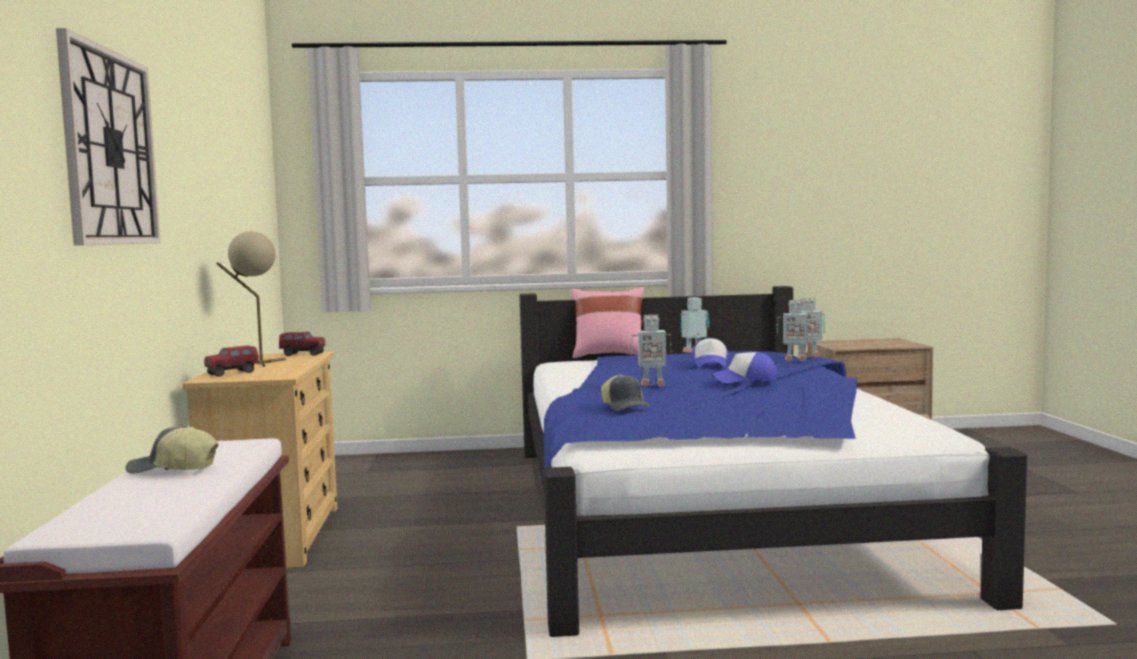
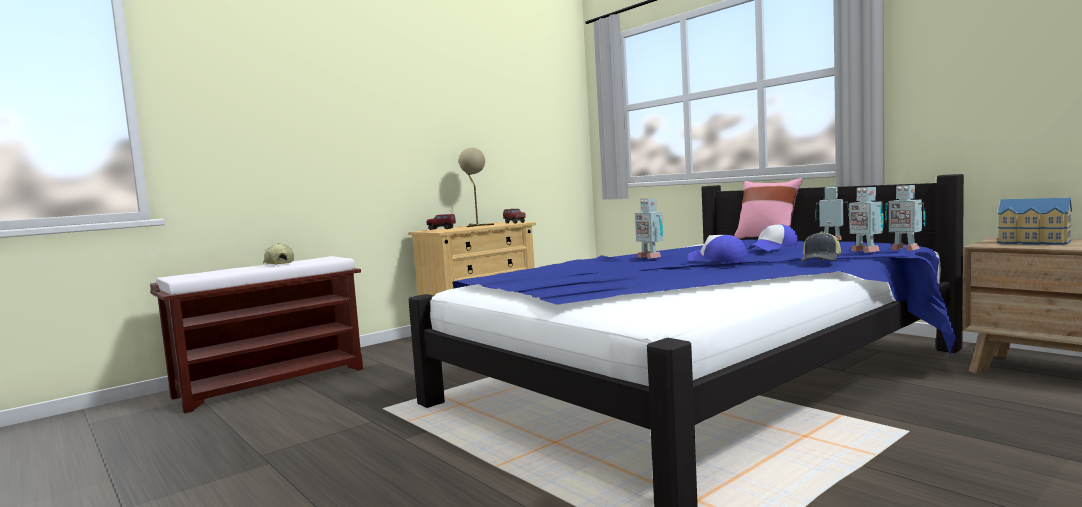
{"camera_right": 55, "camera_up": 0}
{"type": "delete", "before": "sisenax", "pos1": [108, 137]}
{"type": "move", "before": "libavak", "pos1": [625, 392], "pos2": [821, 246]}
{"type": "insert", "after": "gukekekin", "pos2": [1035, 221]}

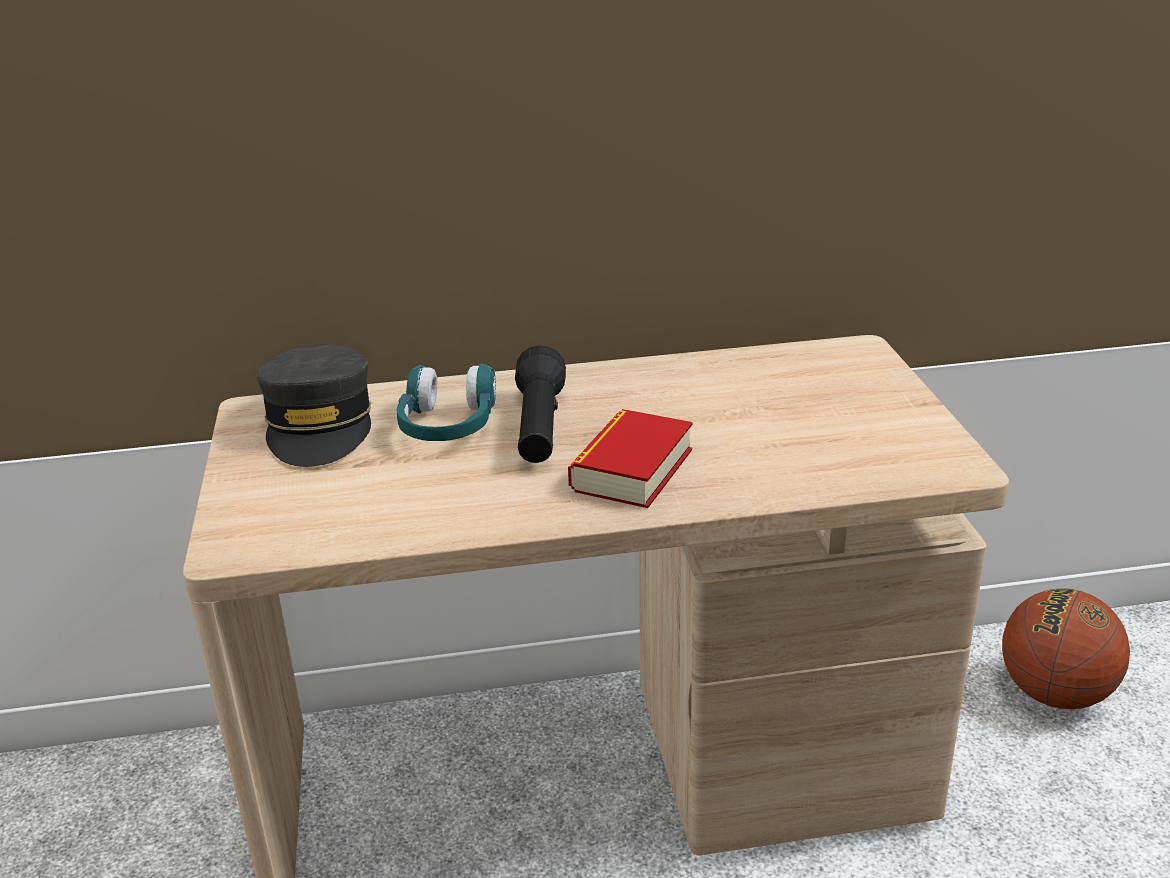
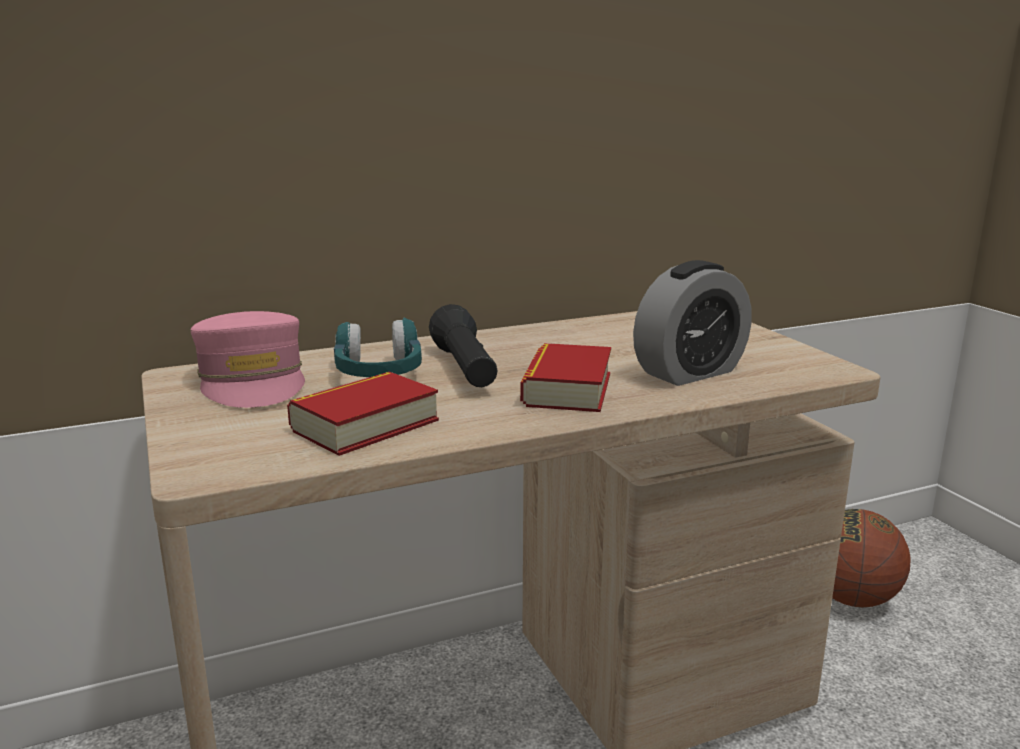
{"camera_right": -15, "camera_up": -10}
{"type": "recolor", "before": "grey libavak", "after": "pink libavak", "pos1": [314, 405], "pos2": [248, 359]}
{"type": "insert", "after": "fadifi", "pos2": [692, 323]}
{"type": "insert", "after": "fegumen", "pos2": [363, 414]}

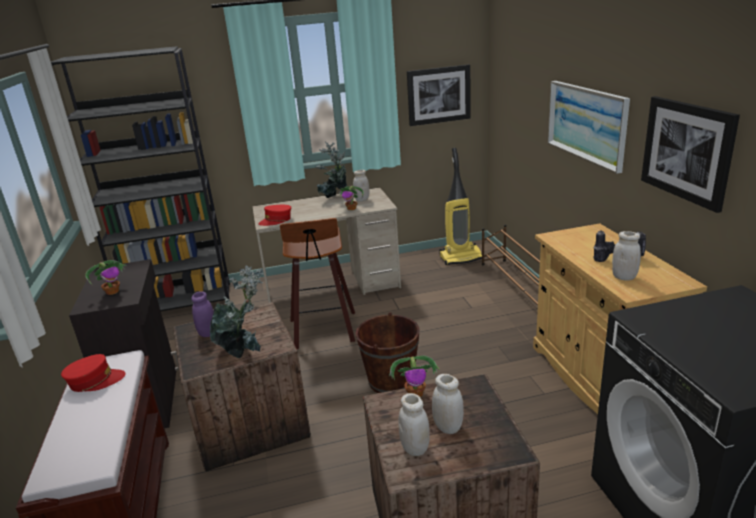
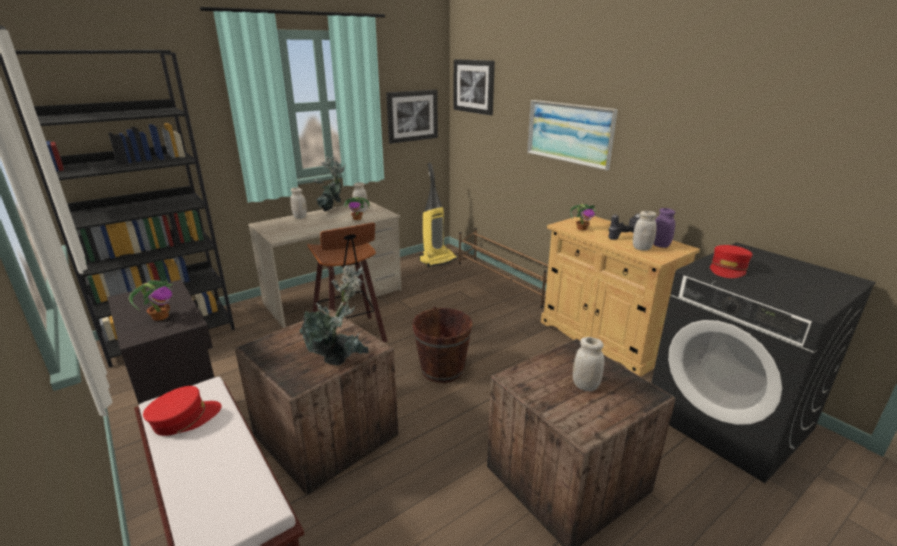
{"camera_right": -25, "camera_up": 0}
{"type": "move", "before": "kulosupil", "pos1": [690, 154], "pos2": [474, 87]}
{"type": "move", "before": "red libavak", "pos1": [274, 215], "pos2": [731, 261]}
{"type": "move", "before": "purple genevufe", "pos1": [202, 314], "pos2": [664, 228]}
{"type": "move", "before": "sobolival", "pos1": [414, 376], "pos2": [583, 217]}
{"type": "move", "before": "white genevufe", "pos1": [414, 424], "pos2": [298, 203]}

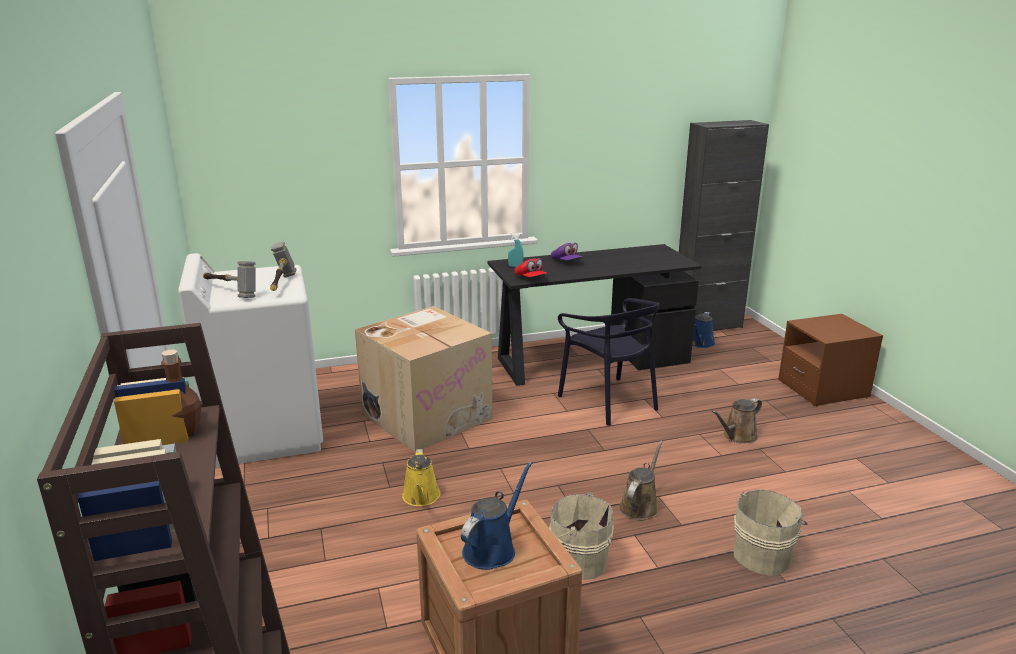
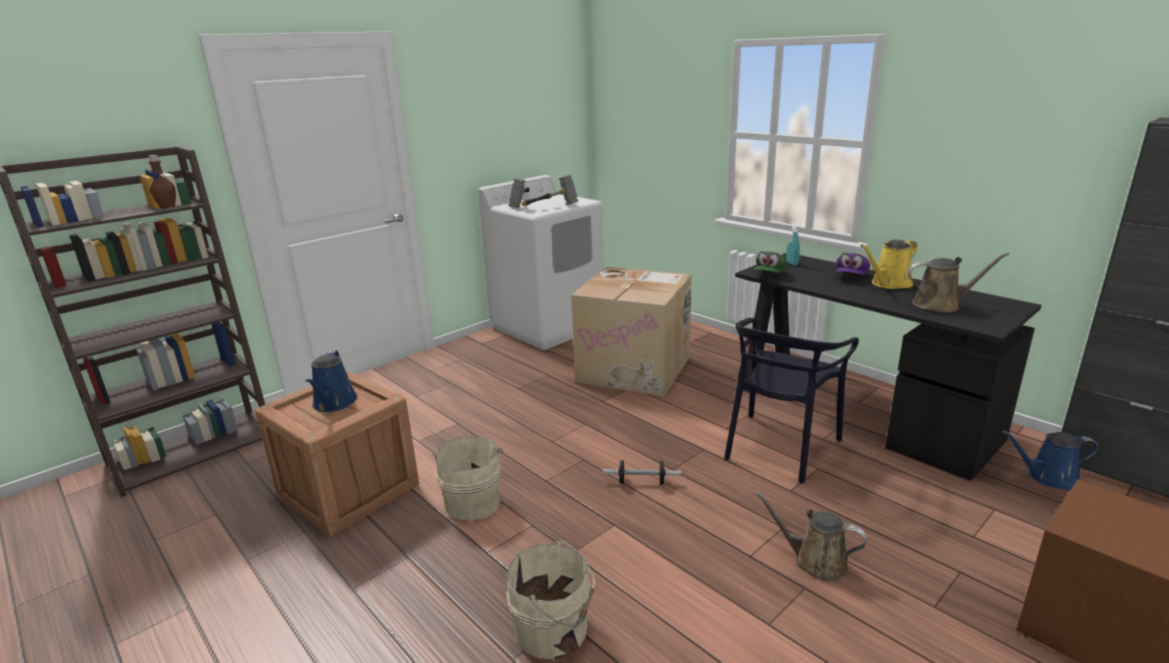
{"camera_right": 65, "camera_up": 0}
{"type": "recolor", "before": "red libavak", "after": "green libavak", "pos1": [531, 267], "pos2": [771, 262]}
{"type": "move", "before": "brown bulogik", "pos1": [641, 480], "pos2": [958, 282]}
{"type": "move", "before": "yellow bulogik", "pos1": [421, 477], "pos2": [888, 264]}
{"type": "rotate", "before": "blue bulogik", "pos1": [497, 515], "pos2": [331, 381], "turn": 75}
{"type": "insert", "after": "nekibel", "pos2": [642, 472]}

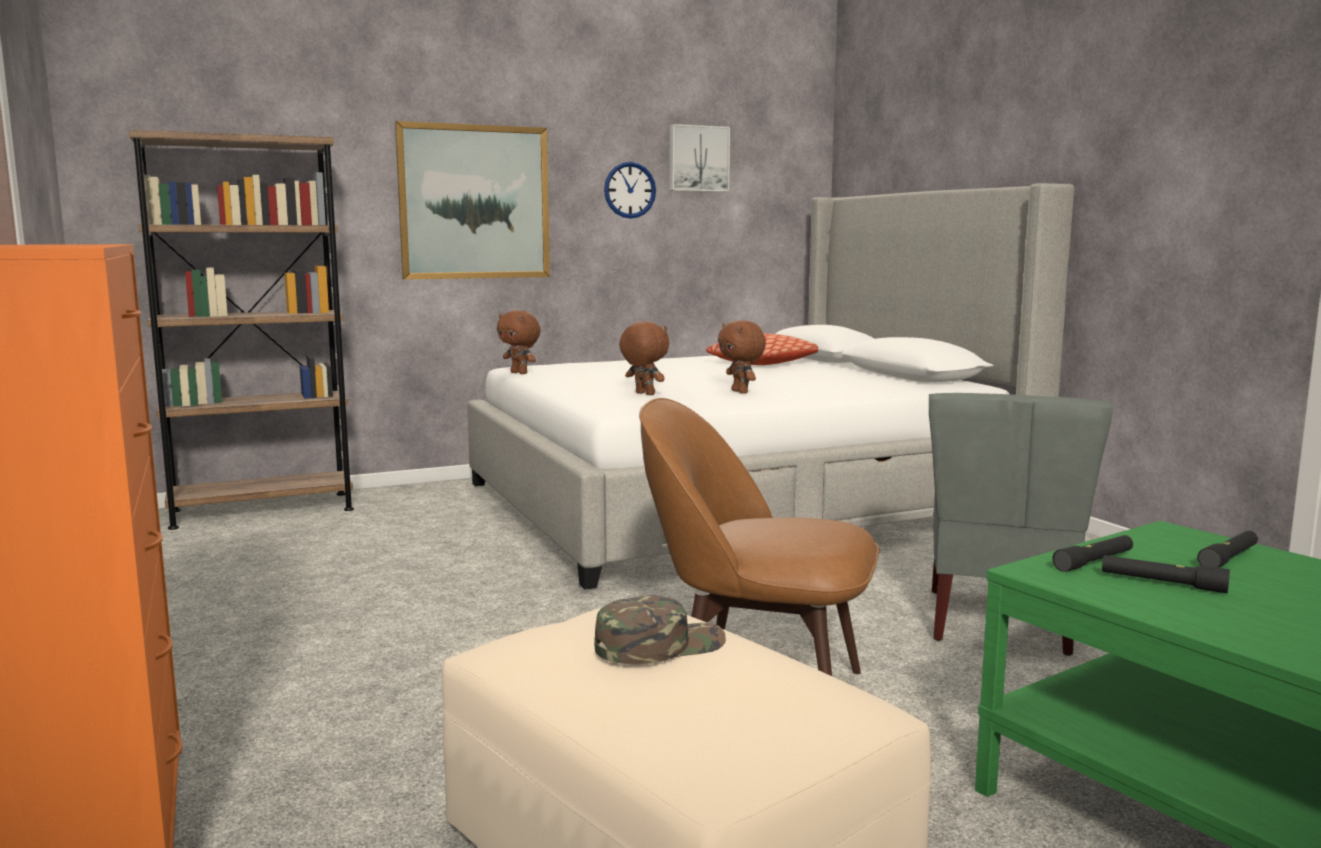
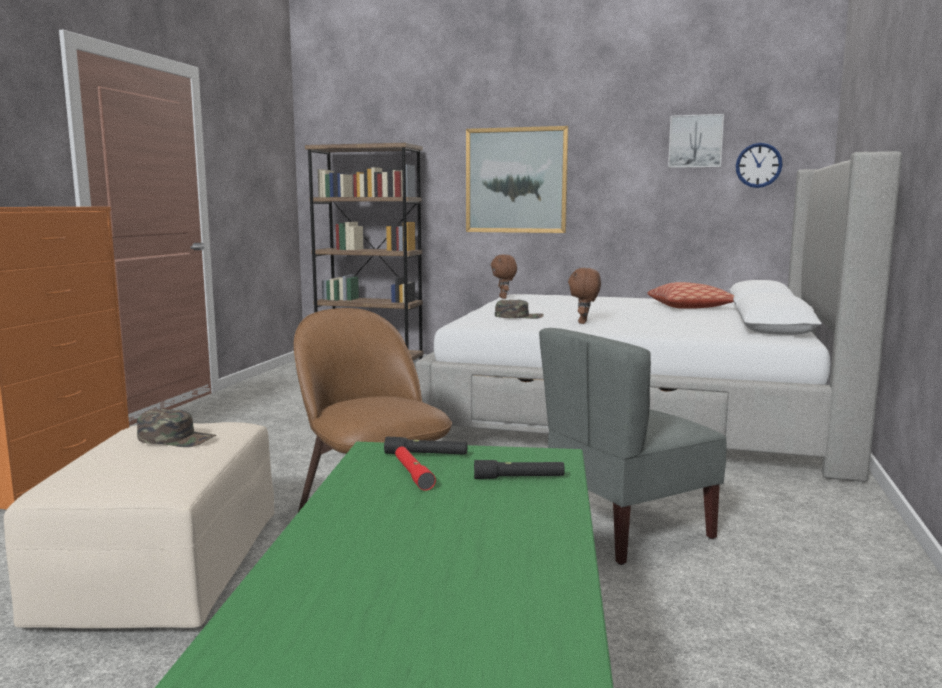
{"camera_right": 40, "camera_up": 0}
{"type": "move", "before": "sisenax", "pos1": [630, 190], "pos2": [759, 165]}
{"type": "replace", "before": "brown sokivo", "after": "green libavak", "pos1": [644, 358], "pos2": [519, 309]}
{"type": "recolor", "before": "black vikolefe", "after": "red vikolefe", "pos1": [1166, 574], "pos2": [415, 469]}

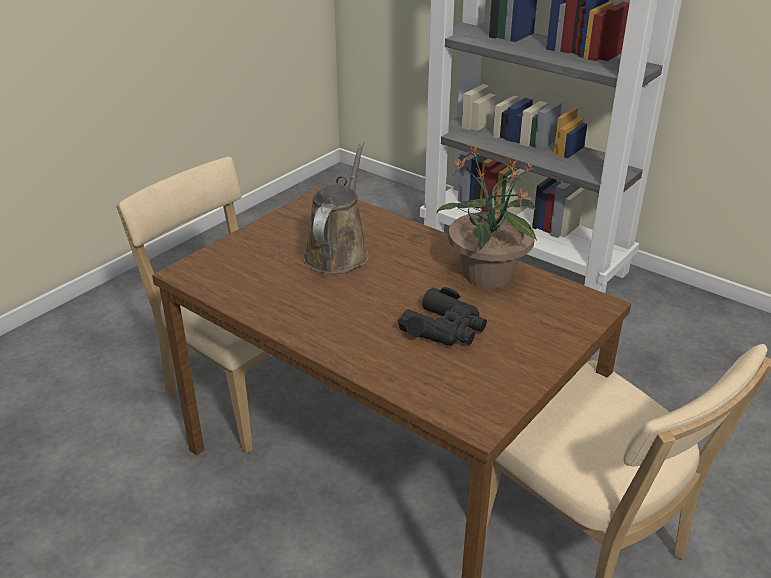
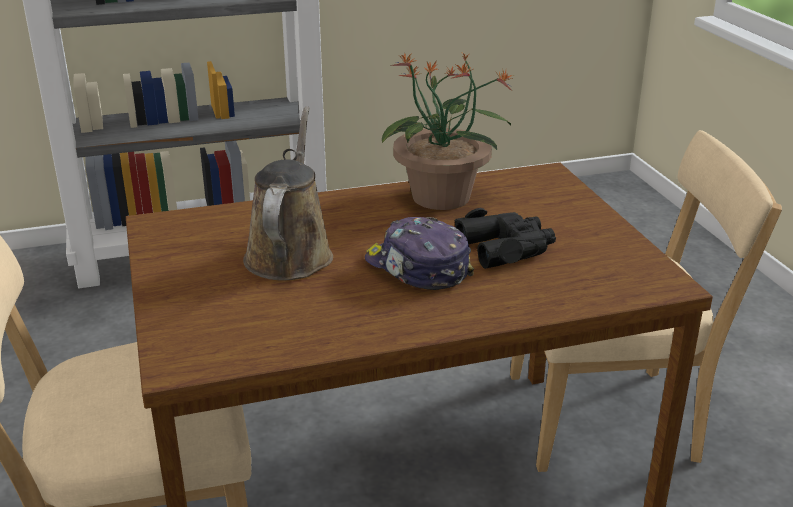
{"camera_right": -55, "camera_up": -5}
{"type": "rotate", "before": "brown bulogik", "pos1": [336, 207], "pos2": [288, 193], "turn": 45}
{"type": "insert", "after": "libavak", "pos2": [419, 253]}

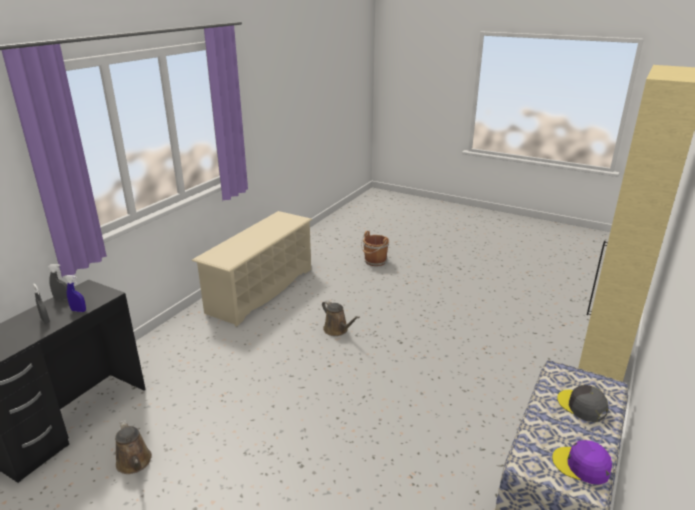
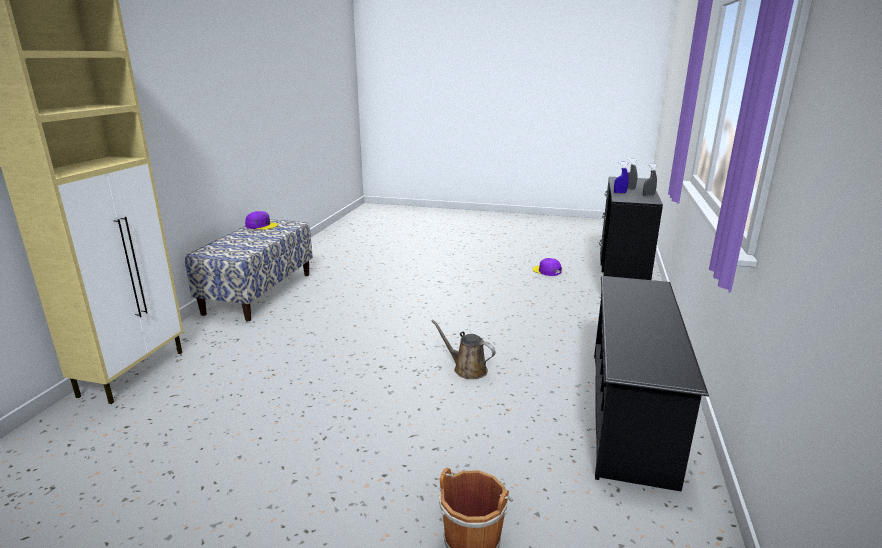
{"camera_right": 165, "camera_up": -5}
{"type": "recolor", "before": "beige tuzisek", "after": "black tuzisek", "pos1": [251, 269], "pos2": [651, 384]}
{"type": "delete", "before": "grey libavak", "pos1": [582, 403]}
{"type": "replace", "before": "brown bulogik", "after": "purple libavak", "pos1": [133, 447], "pos2": [547, 267]}

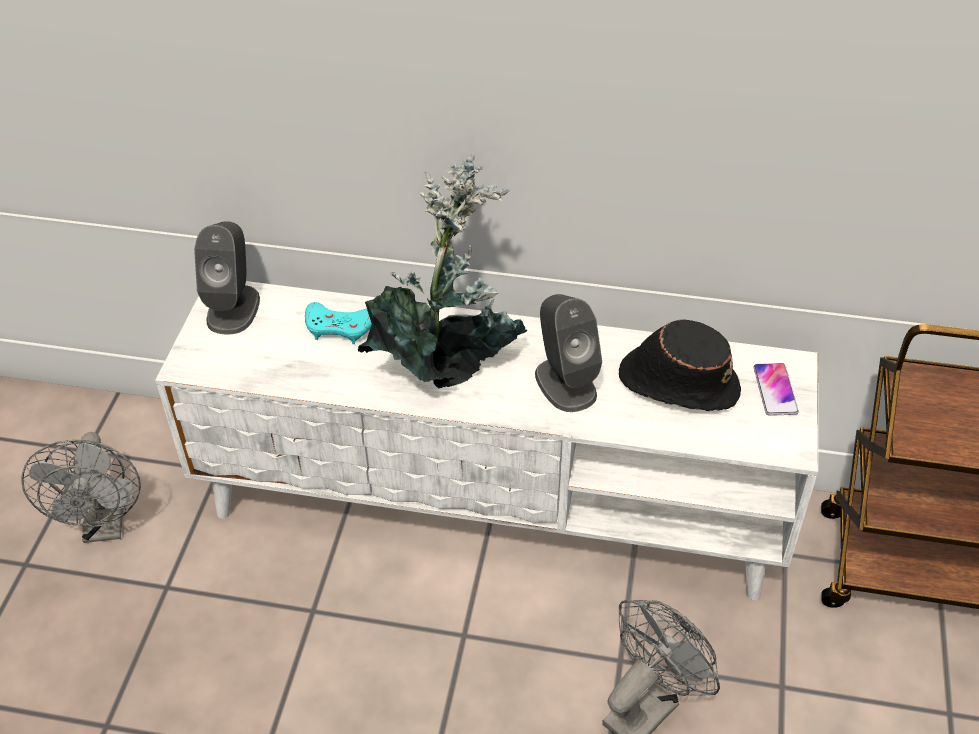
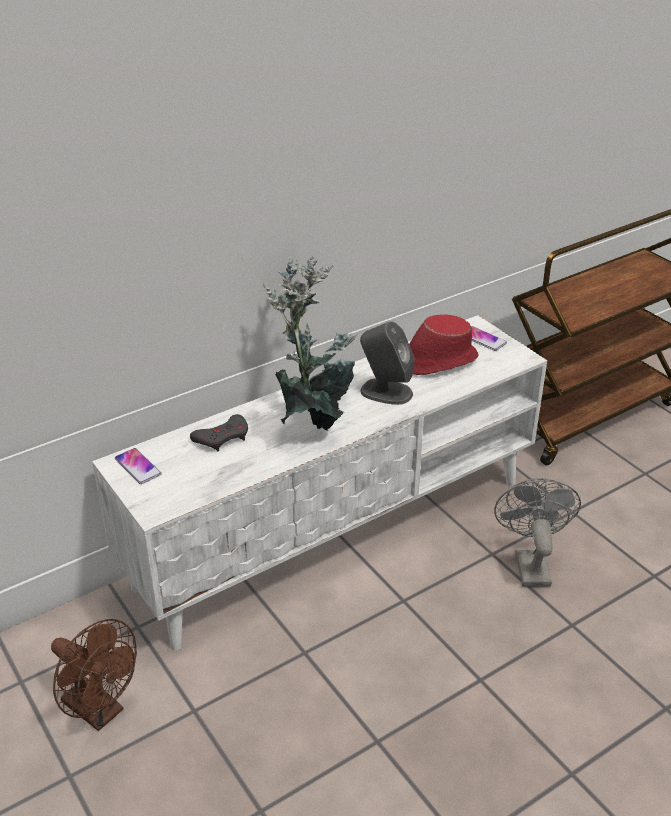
{"camera_right": -45, "camera_up": -10}
{"type": "replace", "before": "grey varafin", "after": "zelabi", "pos1": [227, 277], "pos2": [138, 466]}
{"type": "recolor", "before": "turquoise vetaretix", "after": "grey vetaretix", "pos1": [338, 323], "pos2": [219, 433]}
{"type": "recolor", "before": "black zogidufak", "after": "red zogidufak", "pos1": [680, 365], "pos2": [443, 345]}
{"type": "recolor", "before": "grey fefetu", "after": "brown fefetu", "pos1": [81, 487], "pos2": [94, 675]}

